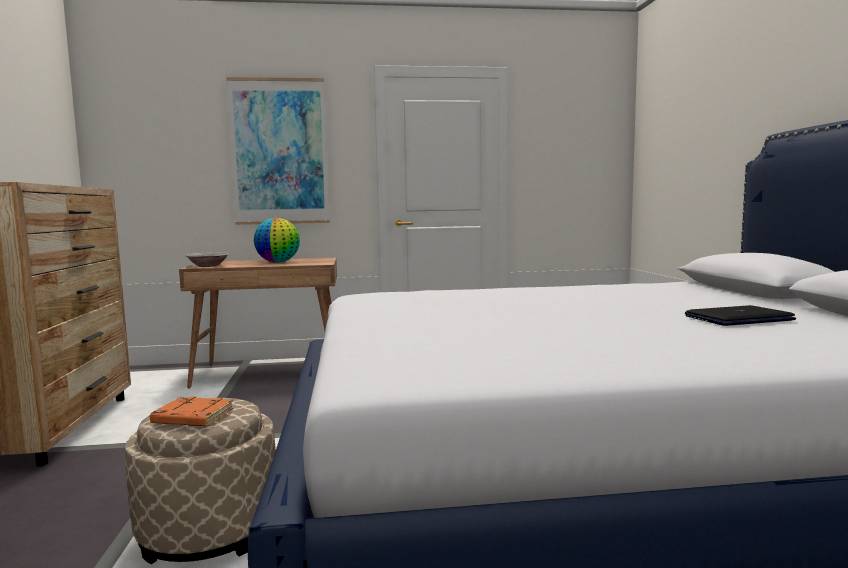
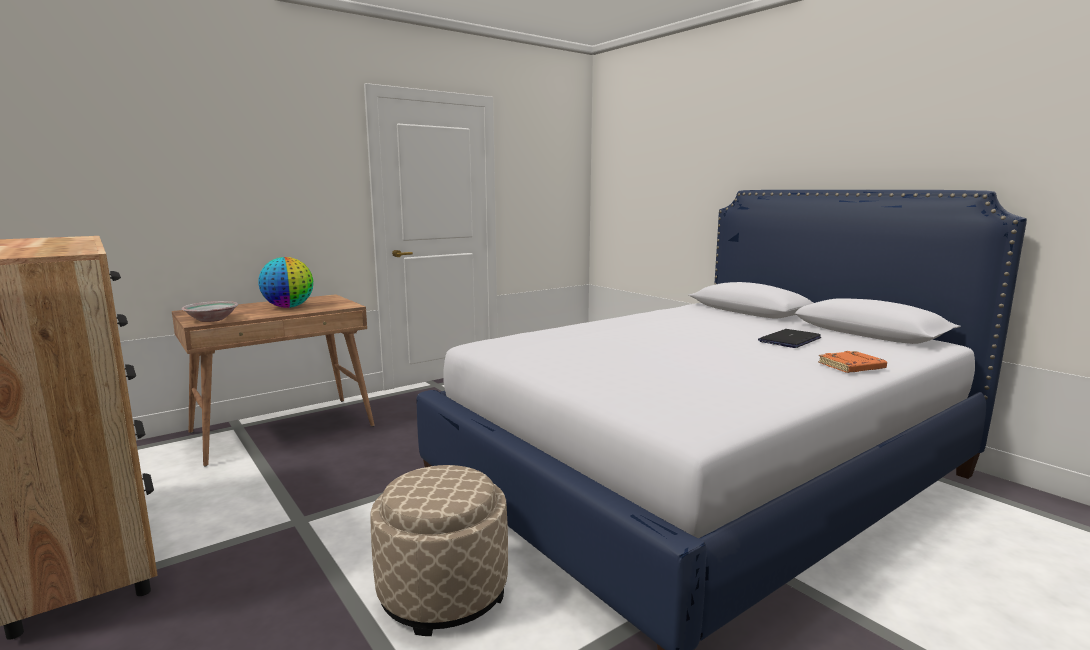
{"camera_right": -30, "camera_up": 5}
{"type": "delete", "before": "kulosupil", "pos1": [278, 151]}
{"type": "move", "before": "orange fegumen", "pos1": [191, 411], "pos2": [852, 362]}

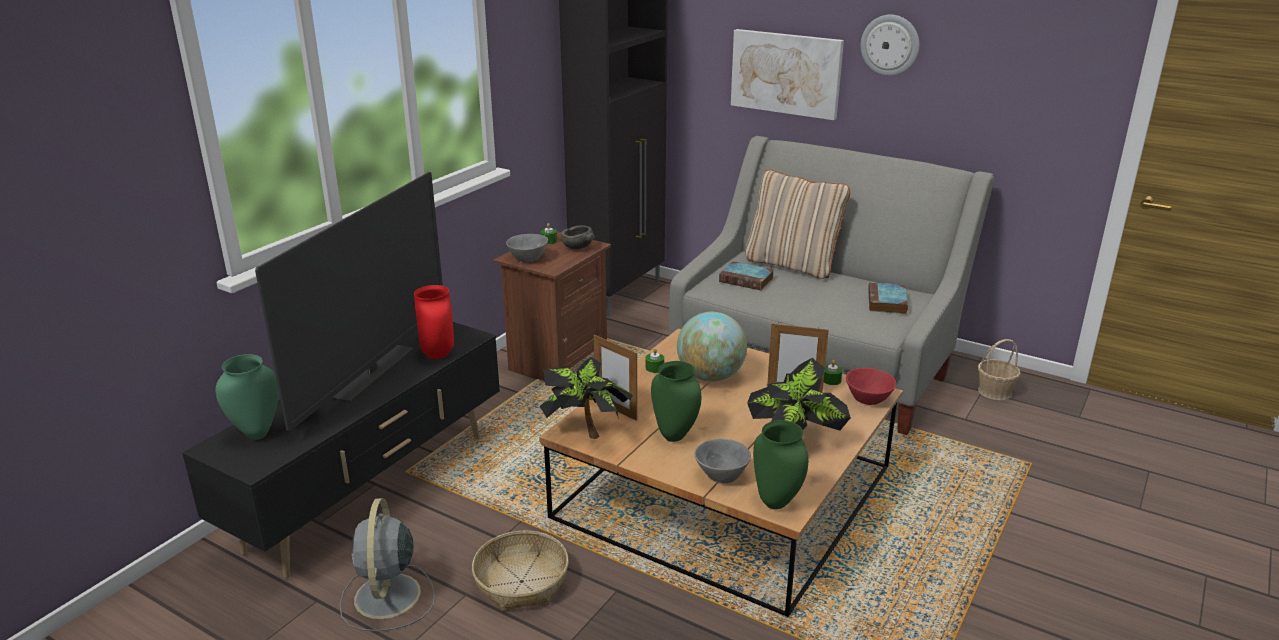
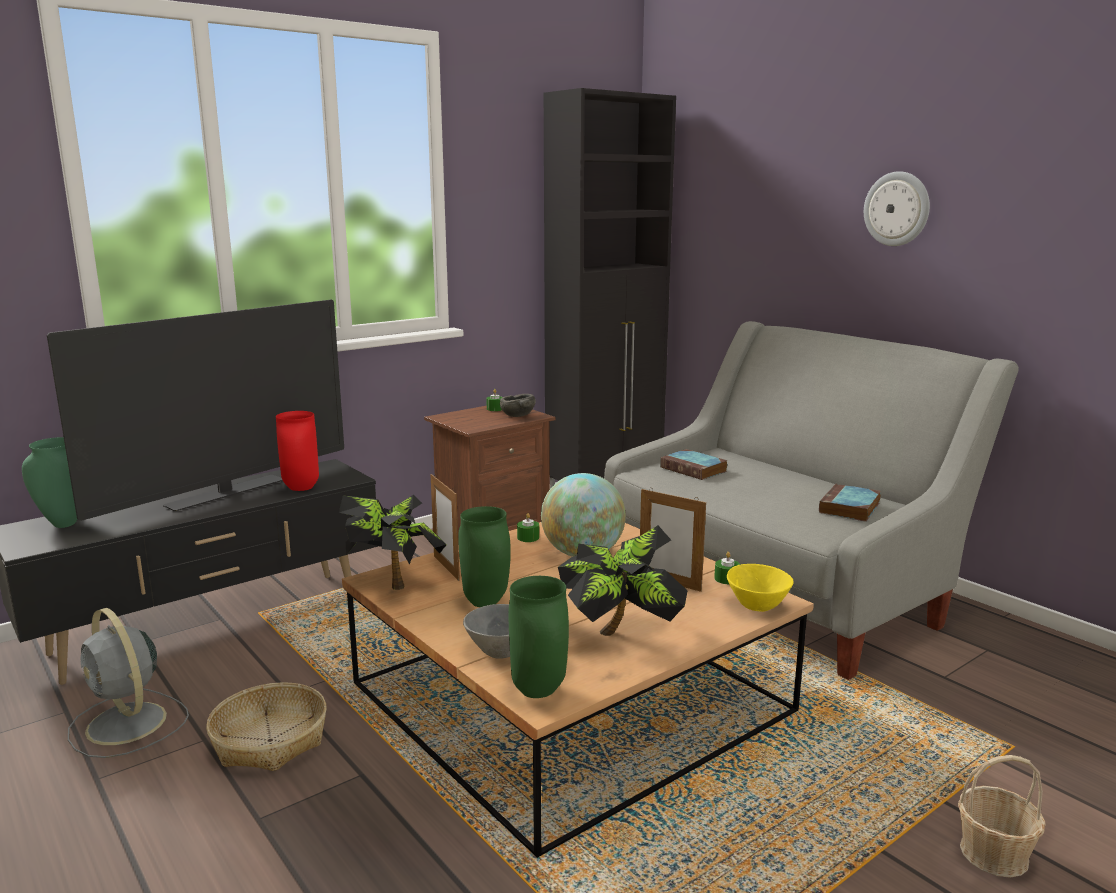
{"camera_right": 20, "camera_up": -10}
{"type": "delete", "before": "kulosupil", "pos1": [787, 74]}
{"type": "delete", "before": "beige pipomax", "pos1": [797, 224]}
{"type": "delete", "before": "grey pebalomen", "pos1": [527, 248]}
{"type": "move", "before": "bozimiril", "pos1": [999, 369], "pos2": [1002, 816]}
{"type": "recolor", "before": "red pebalomen", "after": "yellow pebalomen", "pos1": [871, 386], "pos2": [760, 588]}
{"type": "rotate", "before": "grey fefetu", "pos1": [387, 564], "pos2": [128, 683], "turn": -60}

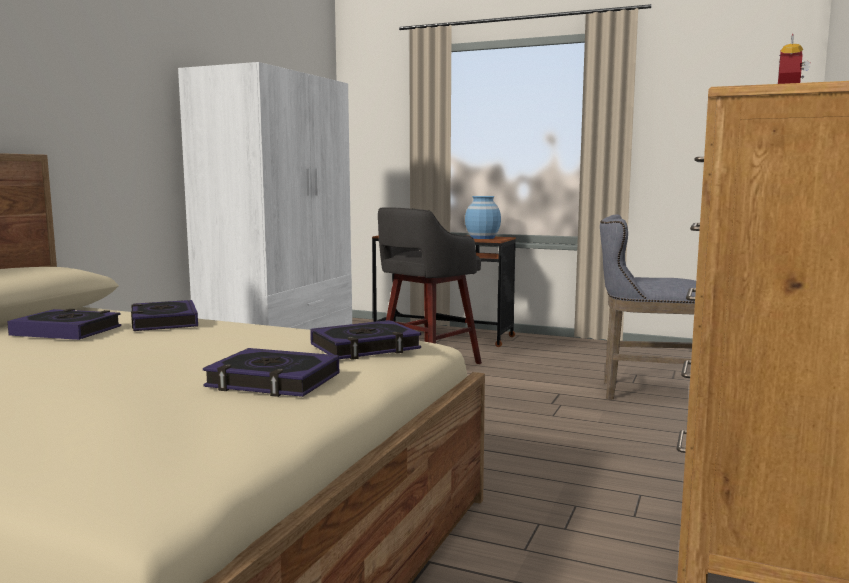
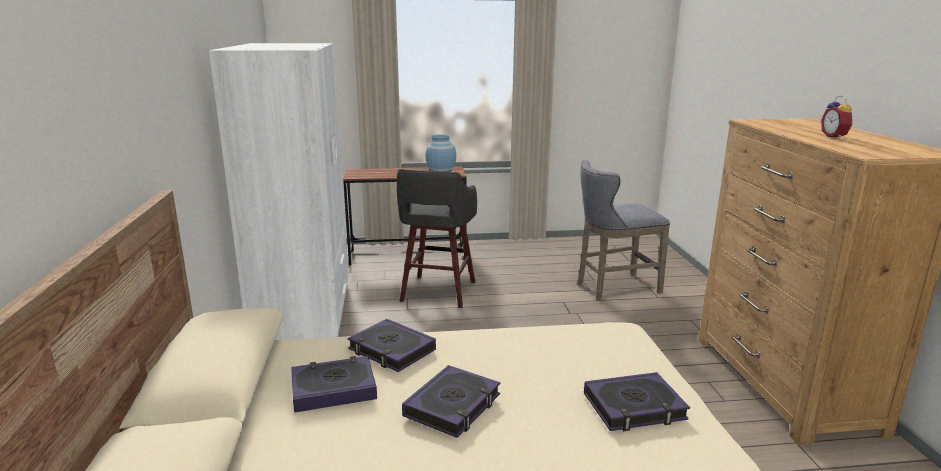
{"camera_right": -30, "camera_up": 10}
{"type": "move", "before": "fegumen", "pos1": [365, 340], "pos2": [451, 401]}

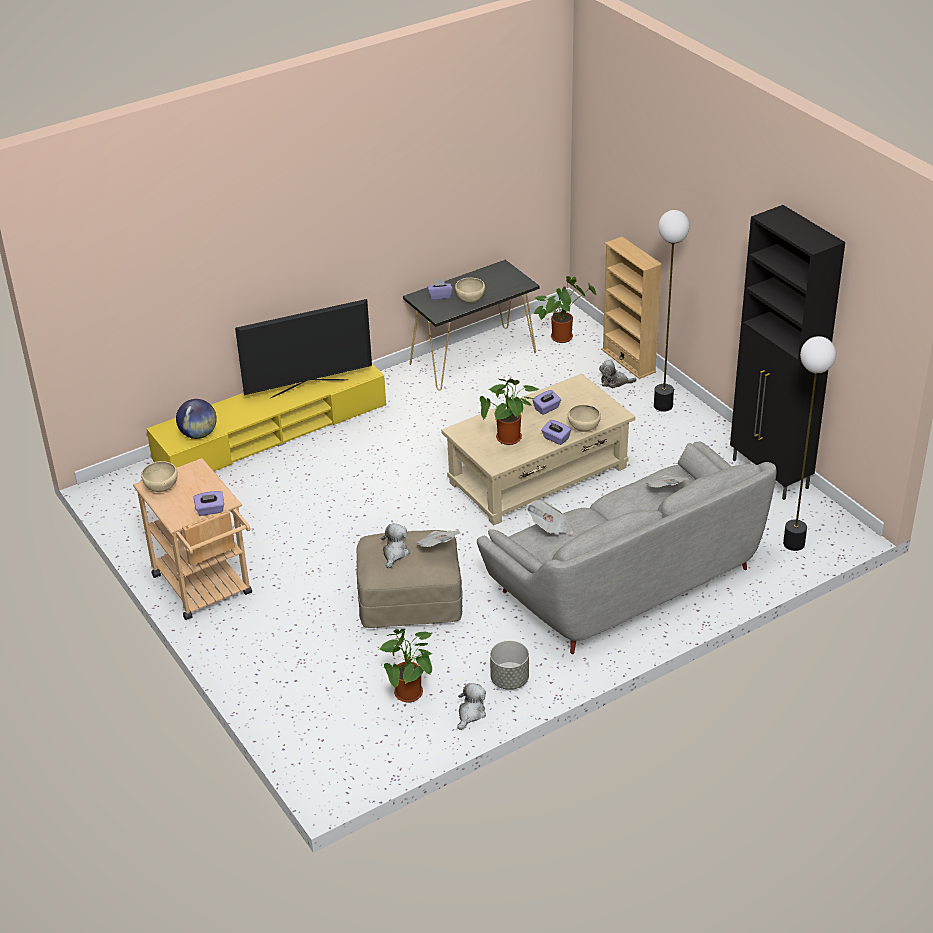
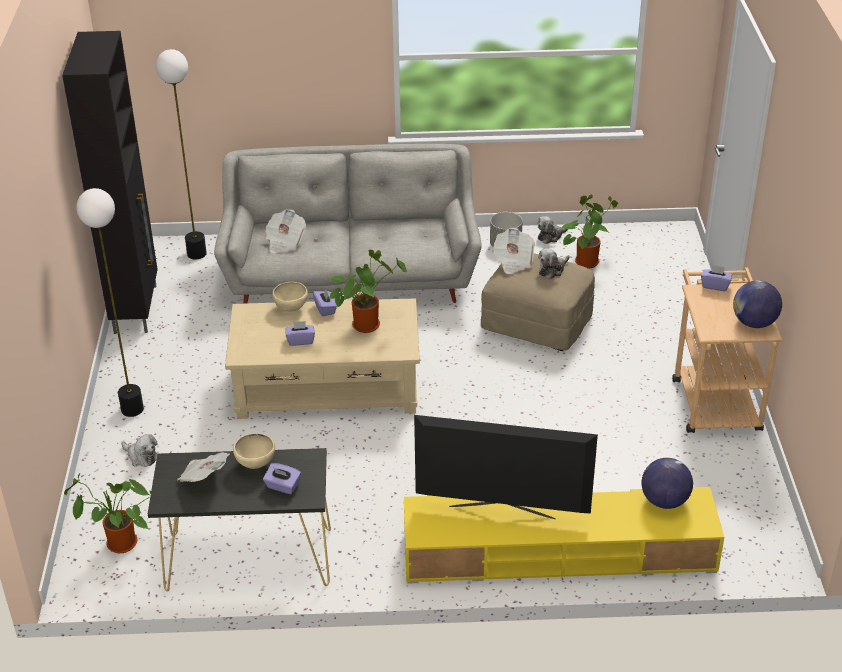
{"camera_right": -150, "camera_up": 0}
{"type": "delete", "before": "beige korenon", "pos1": [631, 308]}
{"type": "replace", "before": "beige pebalomen", "after": "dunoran", "pos1": [159, 476], "pos2": [757, 304]}
{"type": "move", "before": "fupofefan", "pos1": [549, 517], "pos2": [203, 467]}

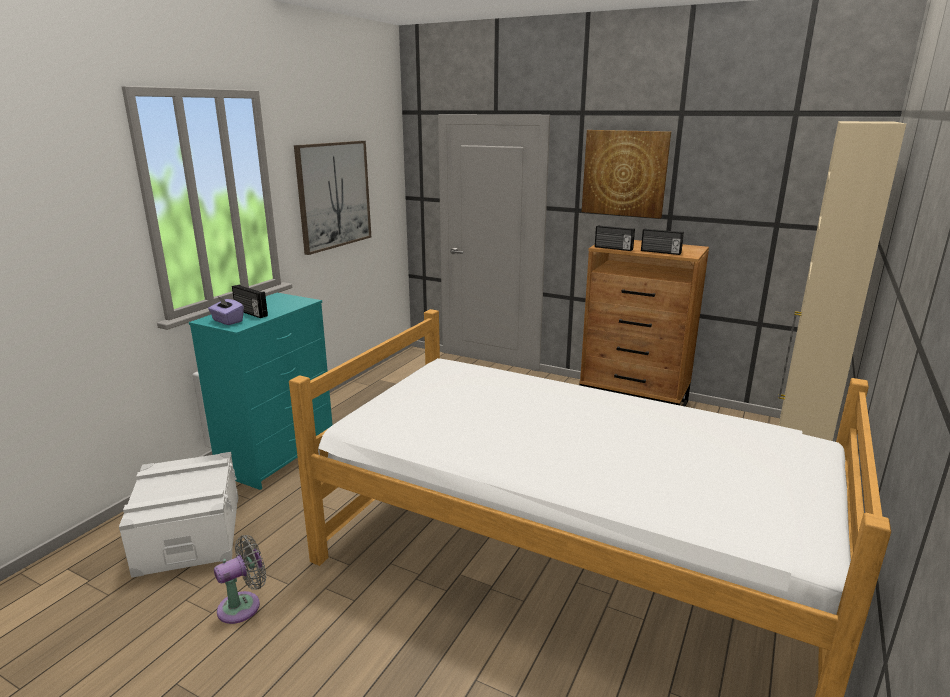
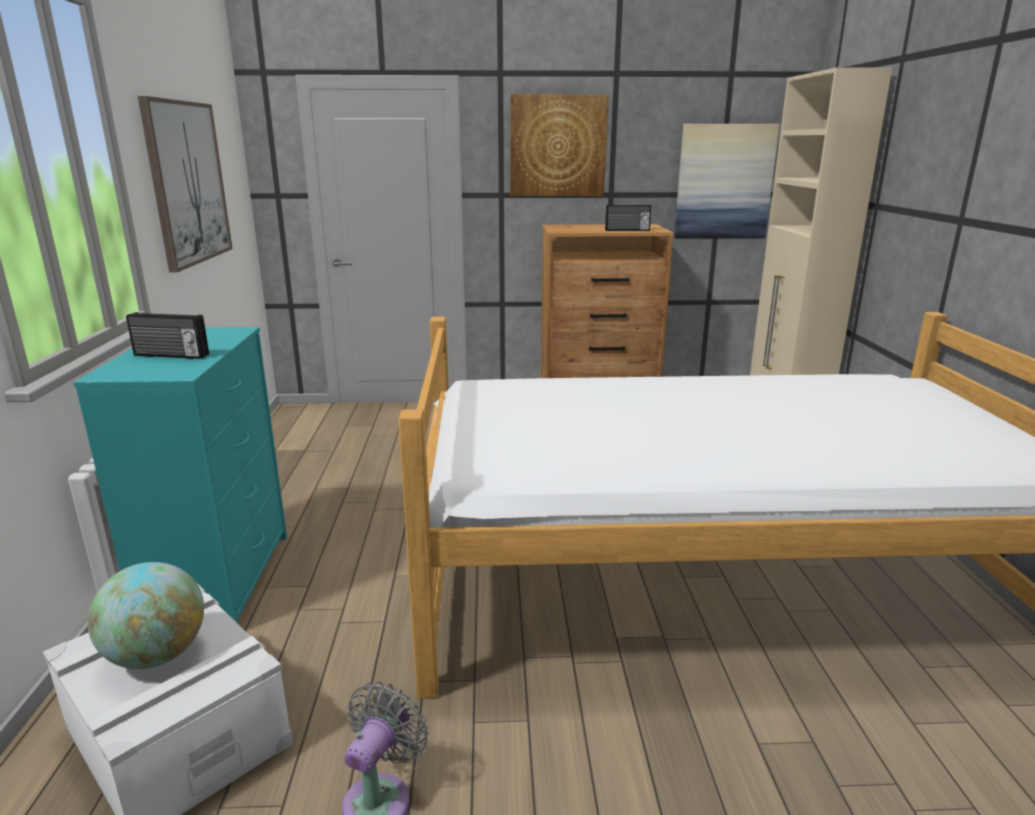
{"camera_right": -30, "camera_up": 0}
{"type": "delete", "before": "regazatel", "pos1": [615, 238]}
{"type": "delete", "before": "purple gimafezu", "pos1": [226, 311]}
{"type": "insert", "after": "kulosupil", "pos2": [727, 181]}
{"type": "insert", "after": "dunoran", "pos2": [146, 615]}

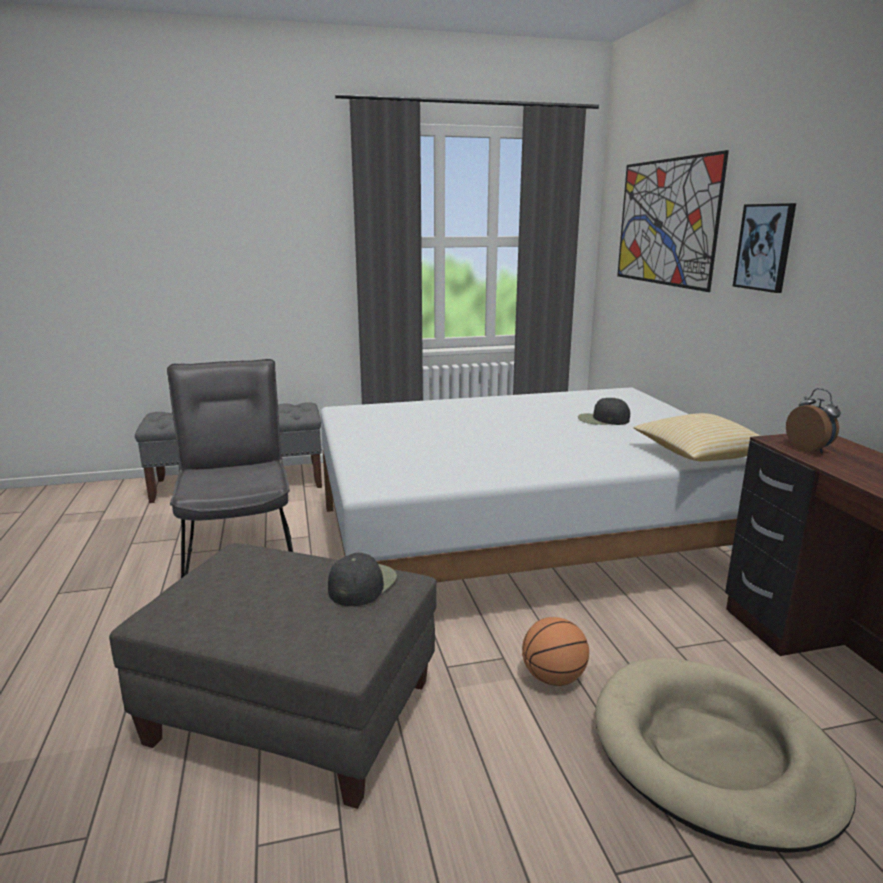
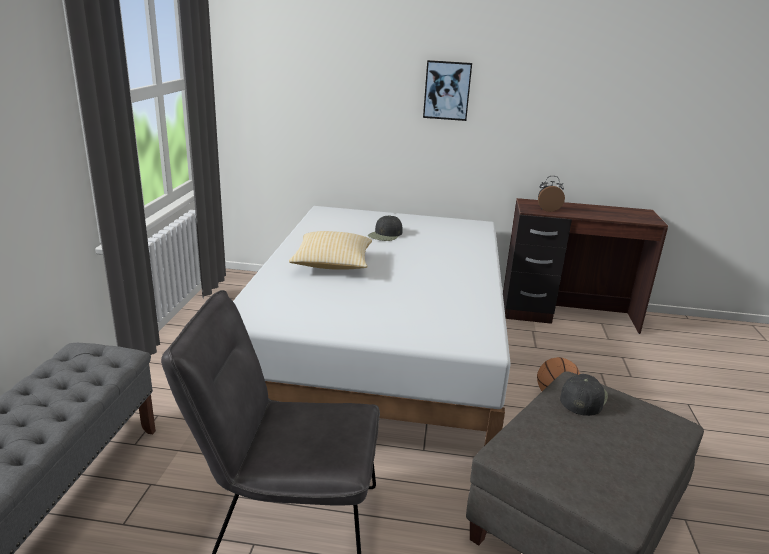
{"camera_right": -70, "camera_up": 5}
{"type": "delete", "before": "kulosupil", "pos1": [673, 221]}
{"type": "move", "before": "pipomax", "pos1": [697, 437], "pos2": [330, 250]}
{"type": "rotate", "before": "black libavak", "pos1": [362, 579], "pos2": [584, 395], "turn": 75}
{"type": "delete", "before": "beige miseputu", "pos1": [725, 755]}

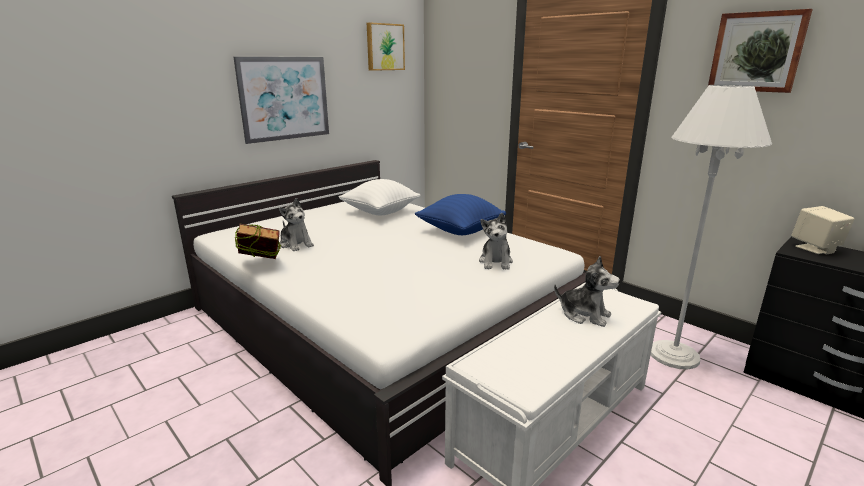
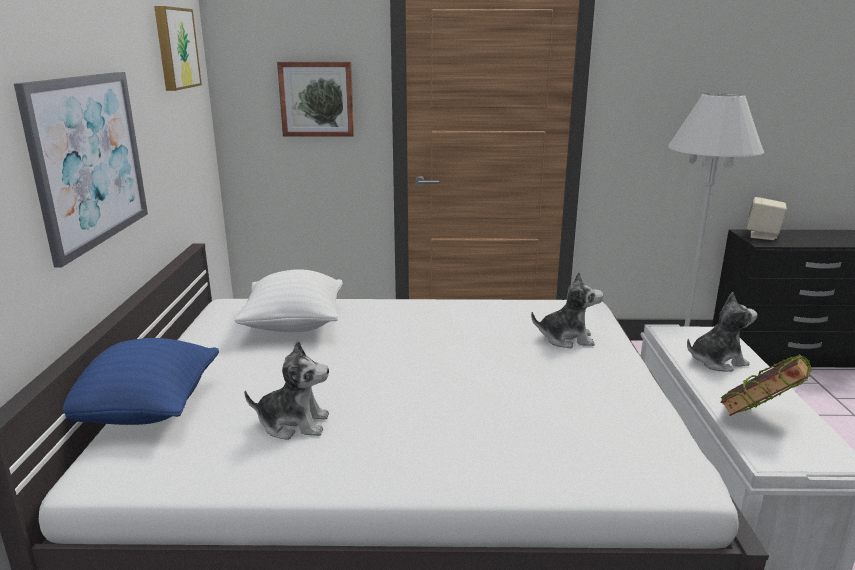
{"camera_right": -45, "camera_up": 0}
{"type": "move", "before": "kulosupil", "pos1": [760, 51], "pos2": [315, 99]}
{"type": "move", "before": "blue pipomax", "pos1": [460, 214], "pos2": [141, 381]}
{"type": "rotate", "before": "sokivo", "pos1": [496, 241], "pos2": [567, 310], "turn": -45}
{"type": "move", "before": "fegumen", "pos1": [258, 241], "pos2": [765, 385]}

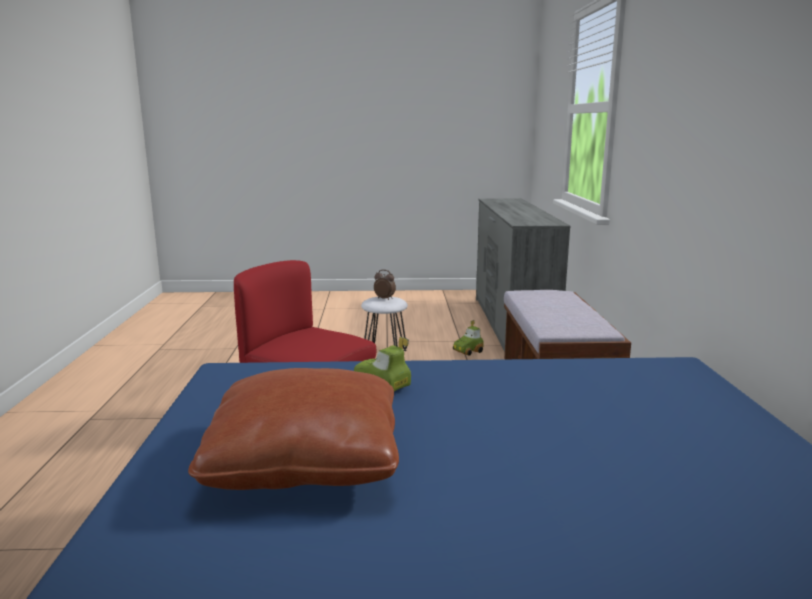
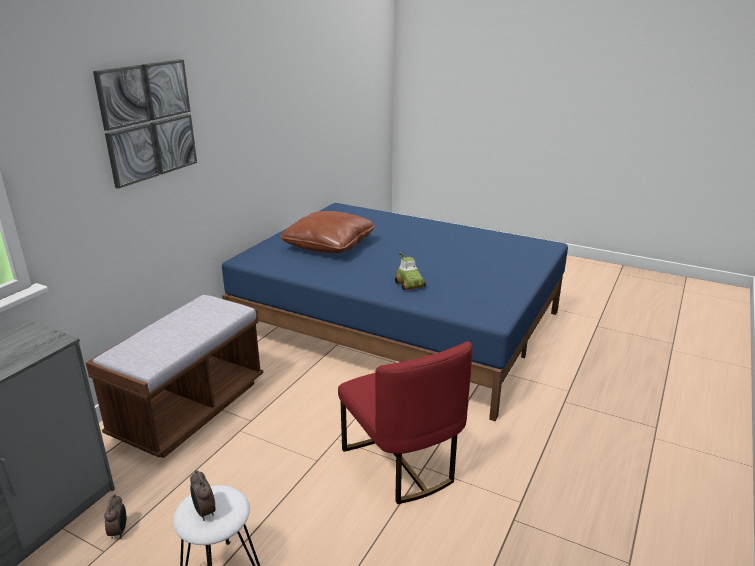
{"camera_right": -150, "camera_up": 10}
{"type": "replace", "before": "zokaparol", "after": "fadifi", "pos1": [468, 338], "pos2": [115, 516]}
{"type": "move", "before": "brown pipomax", "pos1": [293, 429], "pos2": [327, 232]}
{"type": "insert", "after": "kulosupil", "pos2": [145, 124]}

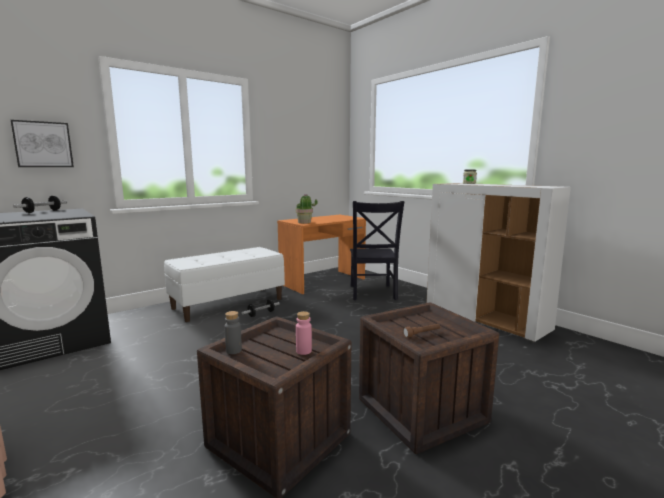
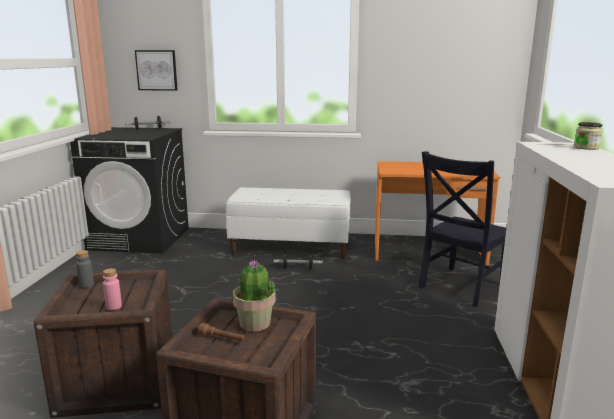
{"camera_right": 45, "camera_up": 5}
{"type": "move", "before": "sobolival", "pos1": [306, 208], "pos2": [254, 296]}

